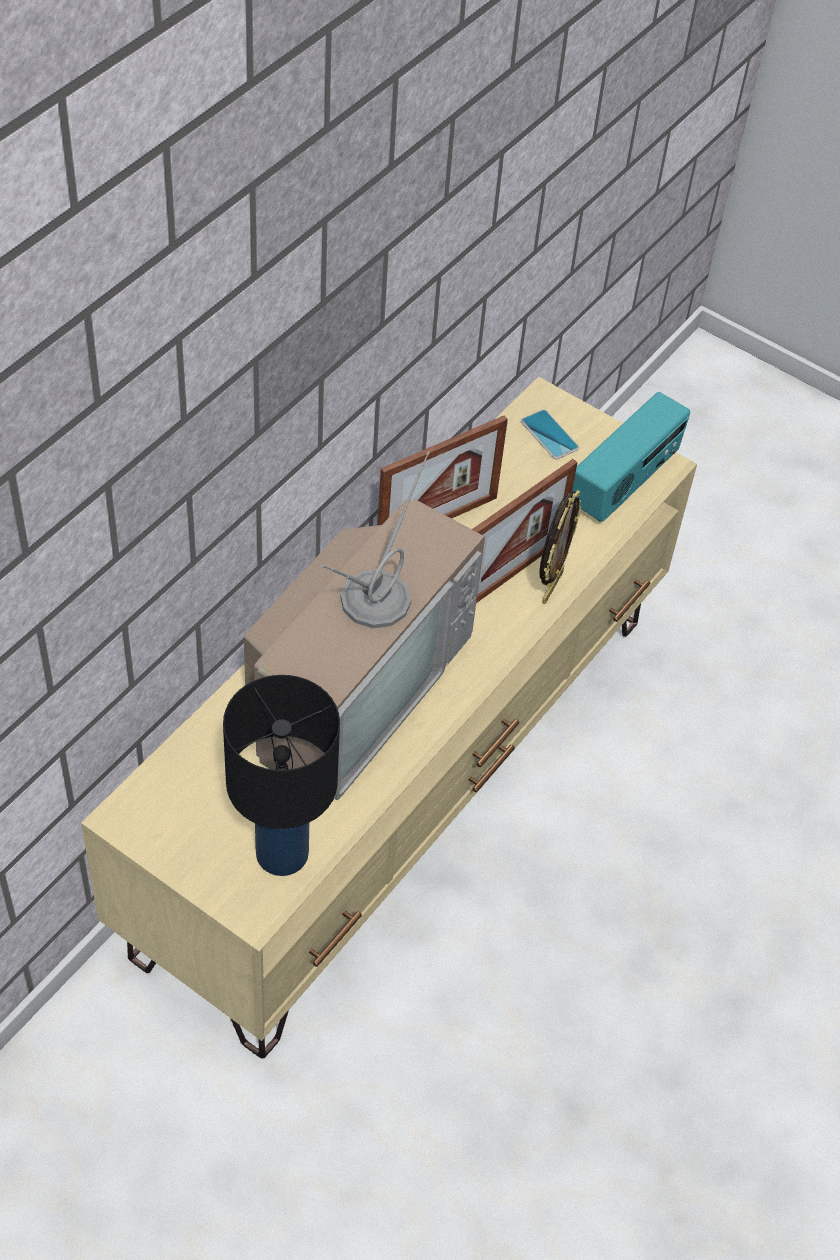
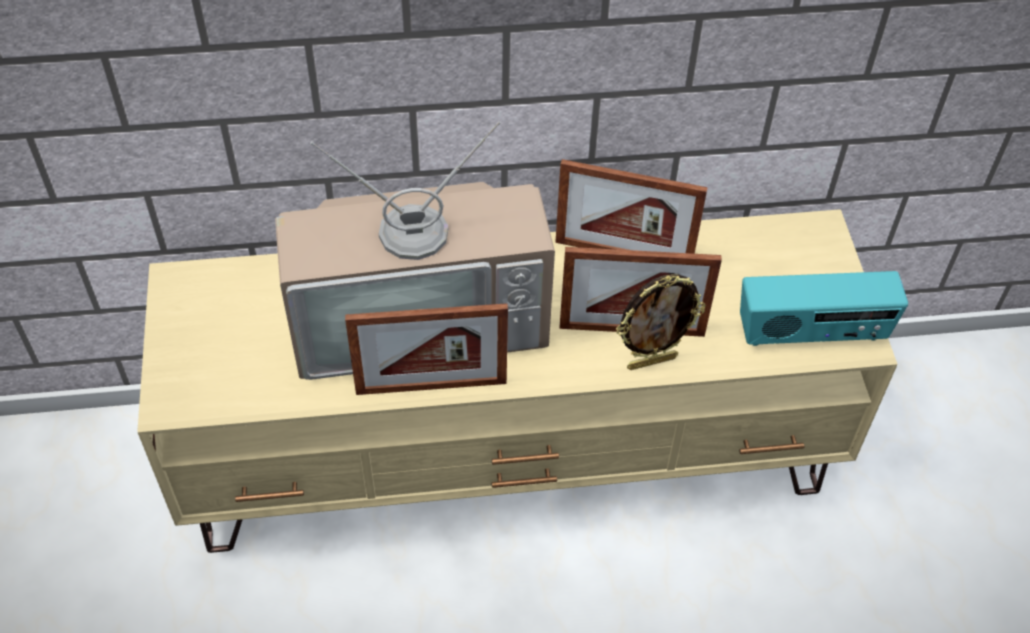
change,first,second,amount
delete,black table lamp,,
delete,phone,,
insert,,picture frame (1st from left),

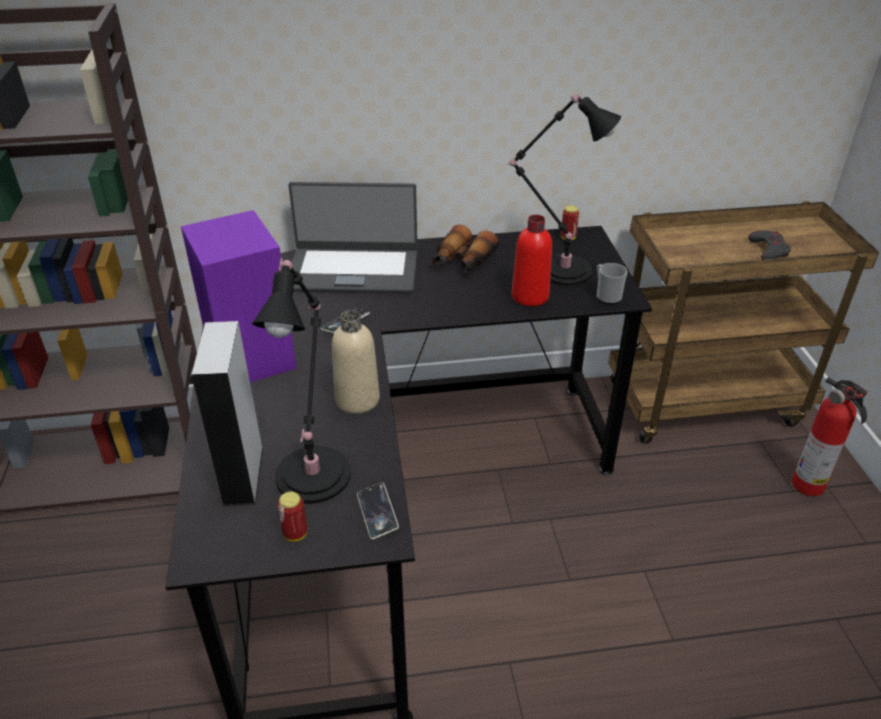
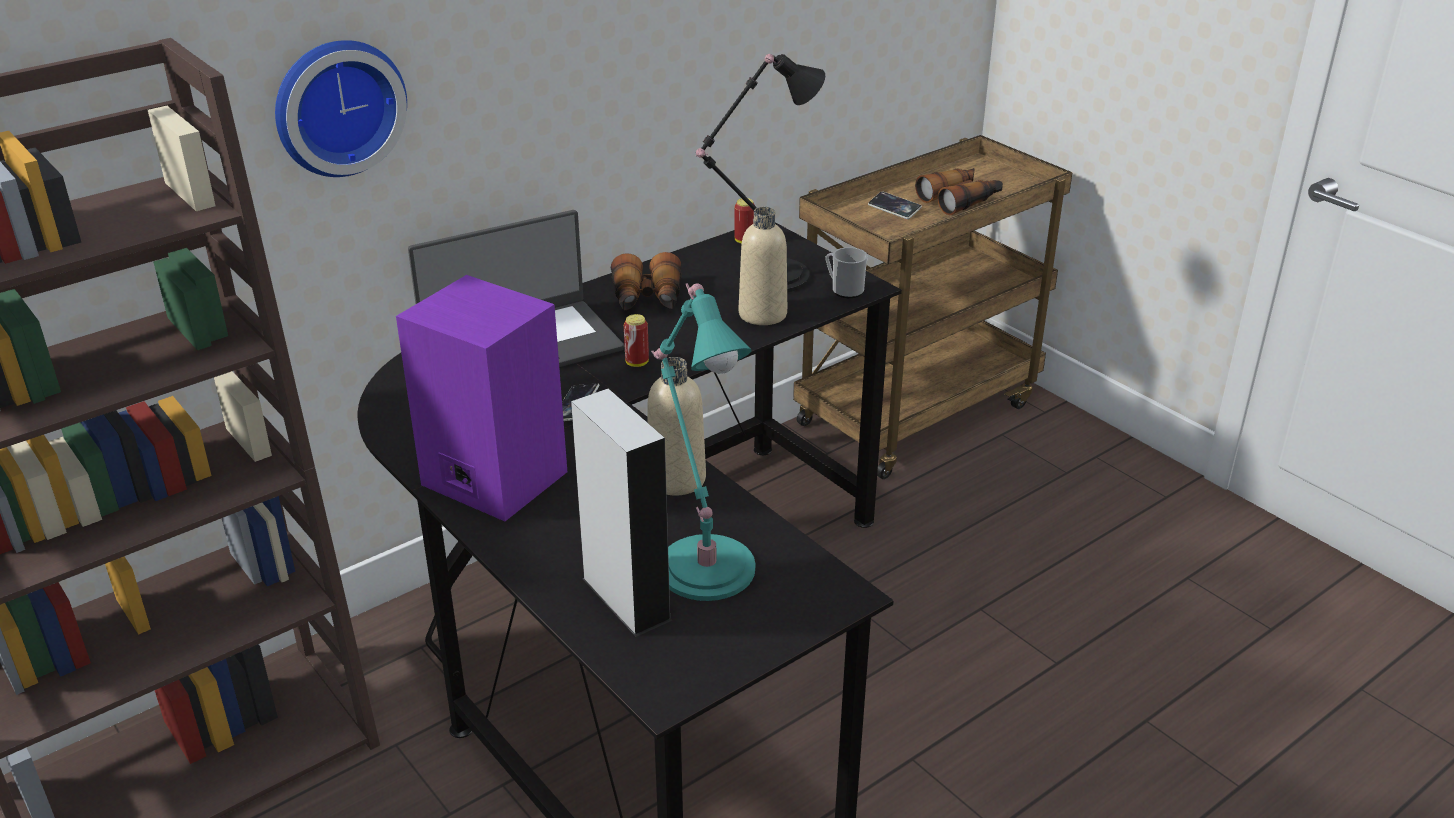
change,first,second,amount
delete,fire extinguisher,,
insert,,wall clock,
move,can (1st from left),,
move,phone (2nd from left),,
replace,grey game controller,binoculars (2nd from left),
recolor,black table lamp (1st from left),turquoise table lamp,
recolor,red bottle,beige bottle (2nd from left),

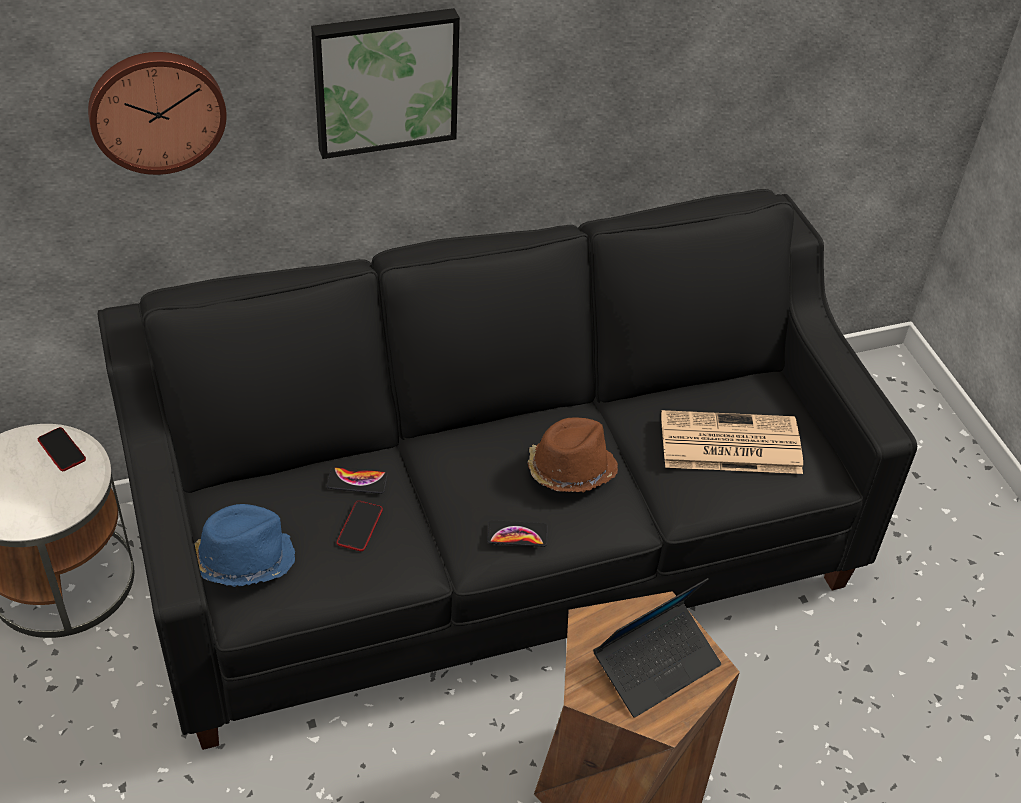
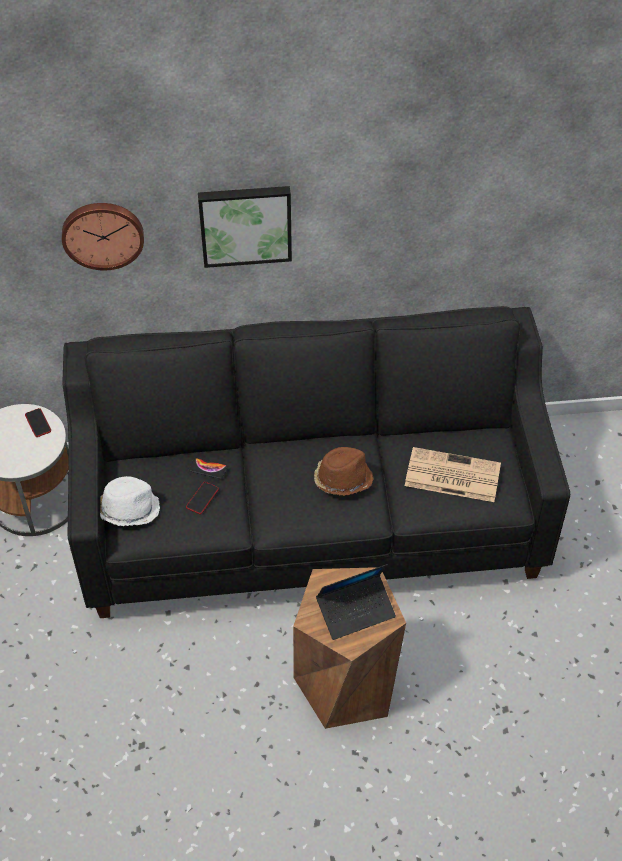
change,first,second,amount
delete,phone (4th from left),,
recolor,blue hat,white hat,

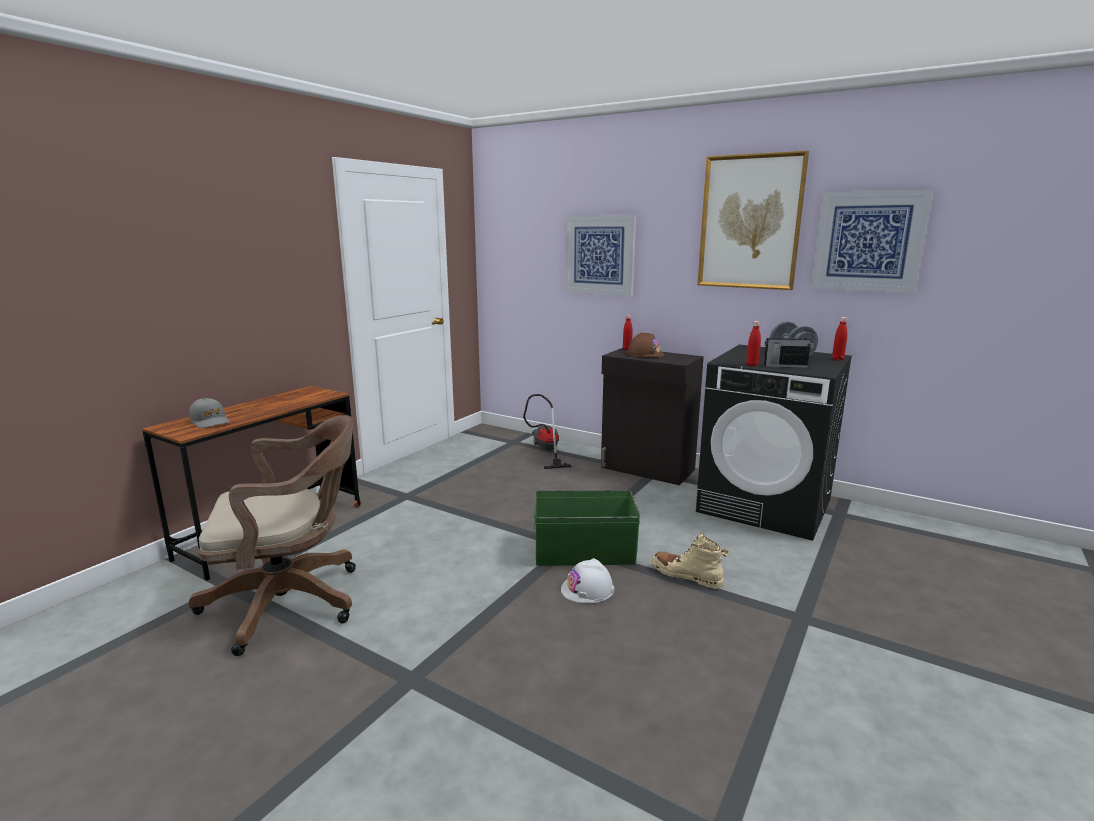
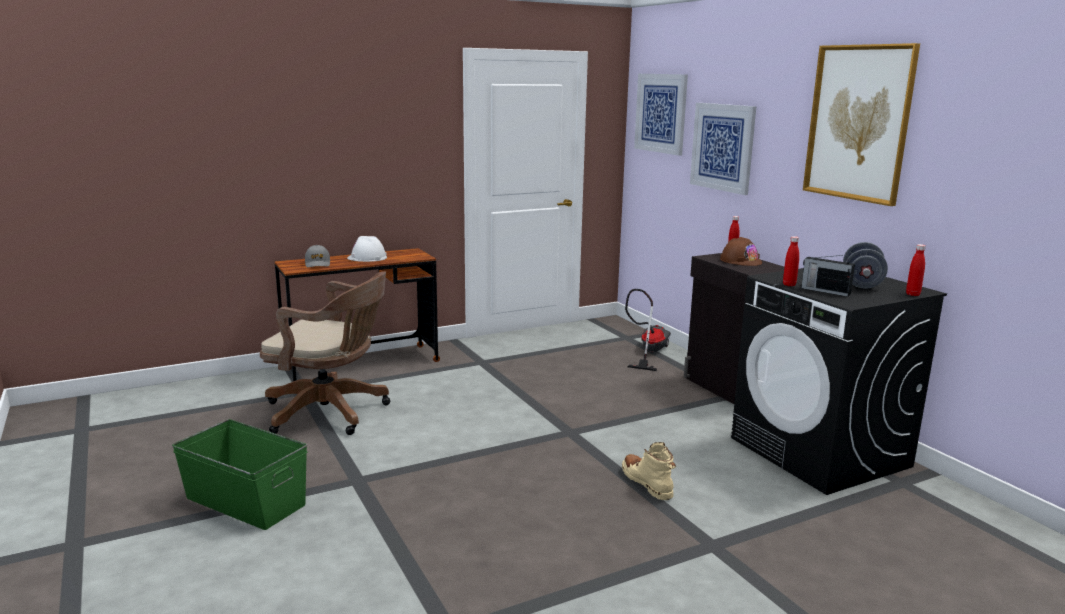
change,first,second,amount
move,green storage box,,
move,white hard hat,,
move,picture (3rd from left in the first image),picture (1st from left),

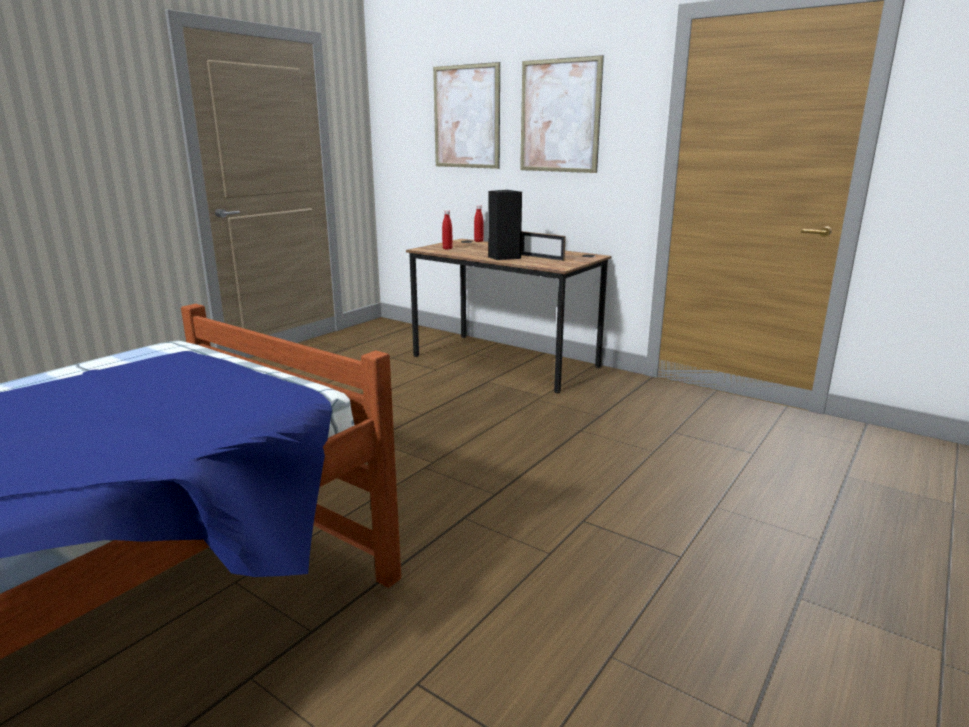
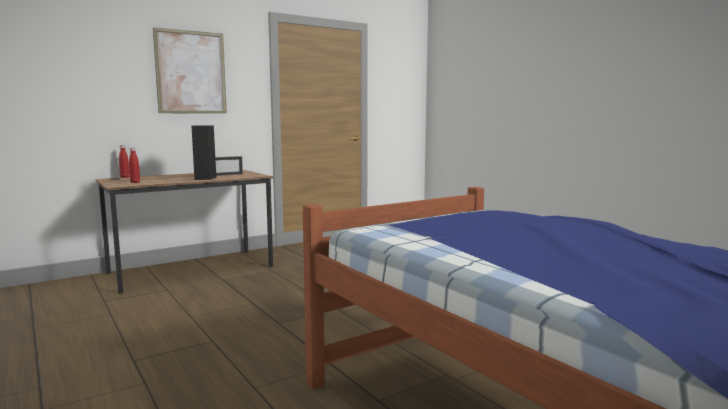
change,first,second,amount
delete,picture (1st from left),,

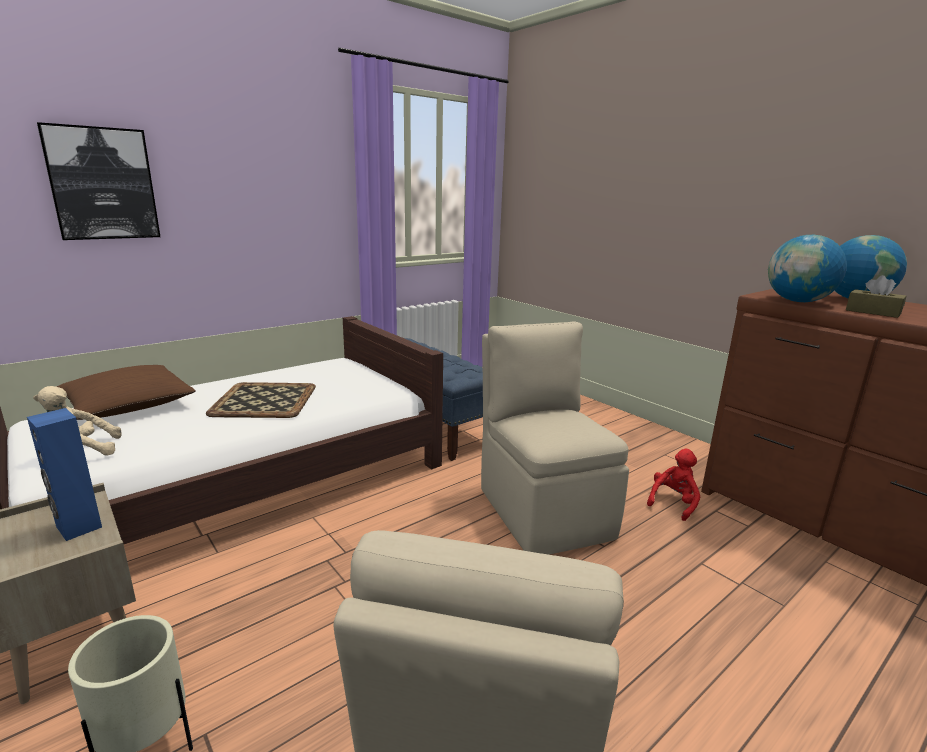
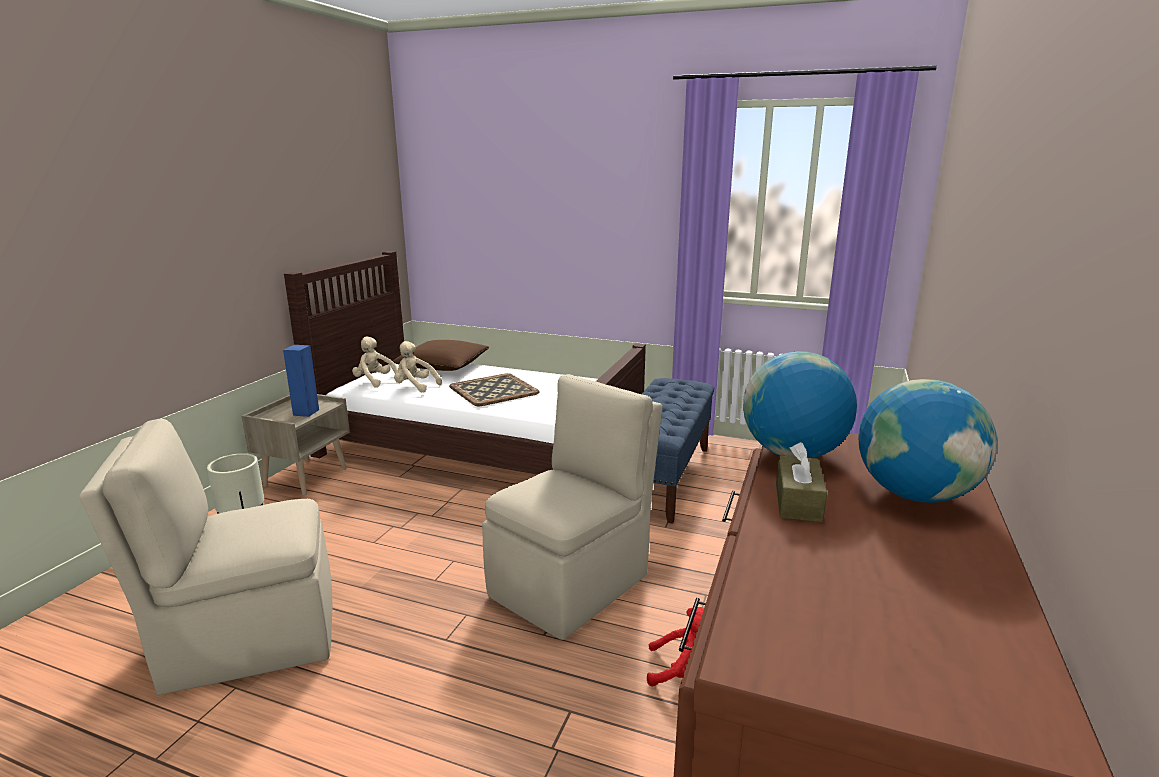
change,first,second,amount
delete,picture,,
insert,,beige plush toy (2nd from left),

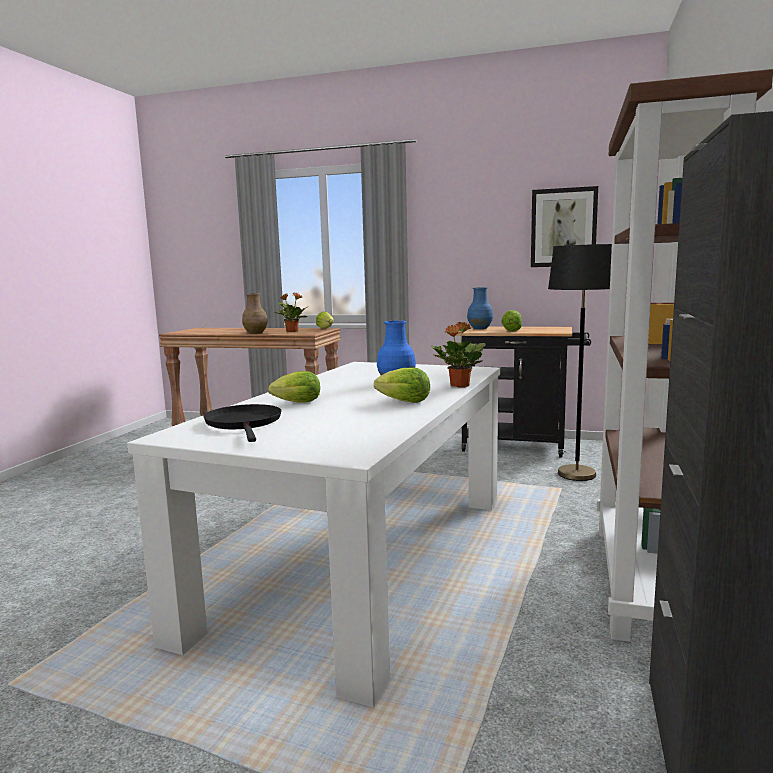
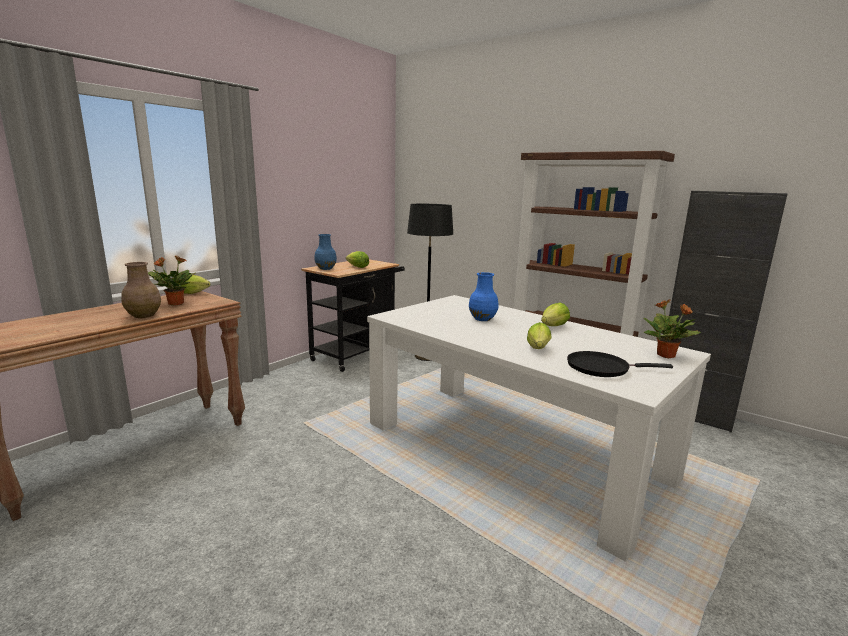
change,first,second,amount
delete,picture,,
move,potted plant (2nd from left),,

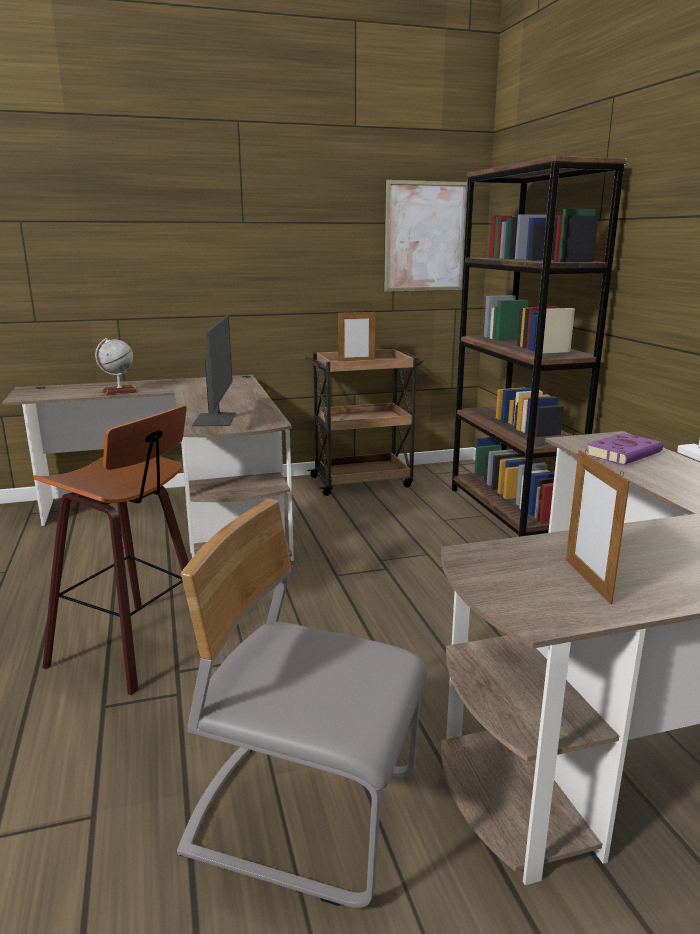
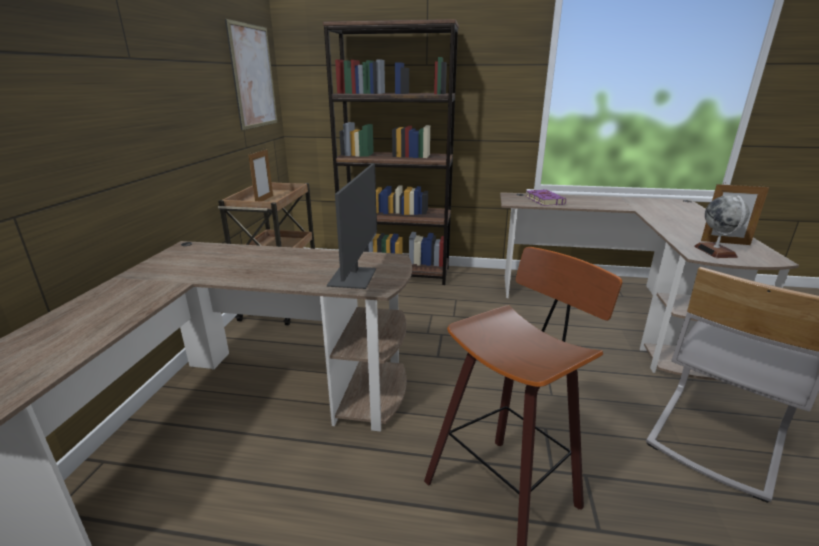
change,first,second,amount
move,globe,,
rotate,monitor,,75 degrees clockwise

